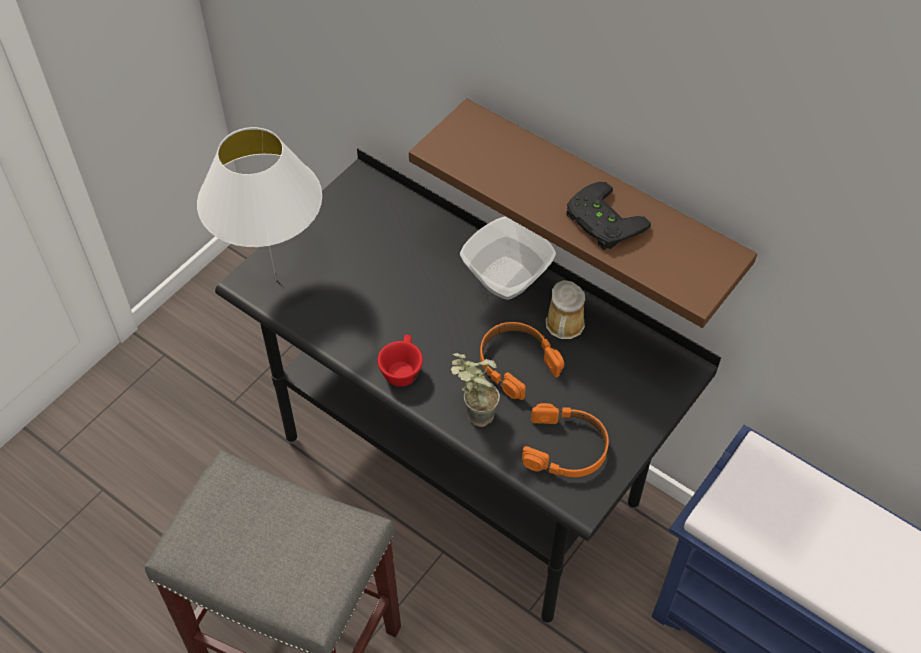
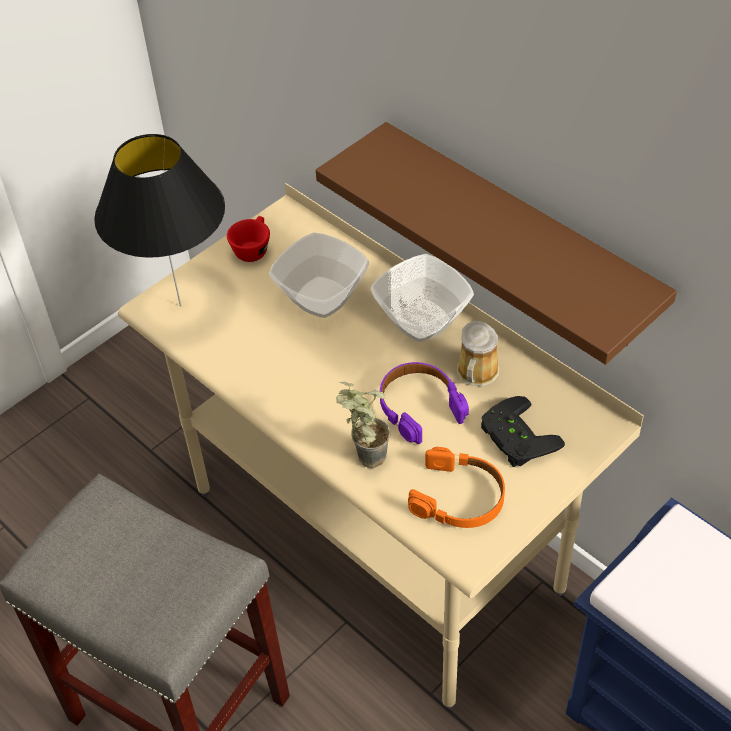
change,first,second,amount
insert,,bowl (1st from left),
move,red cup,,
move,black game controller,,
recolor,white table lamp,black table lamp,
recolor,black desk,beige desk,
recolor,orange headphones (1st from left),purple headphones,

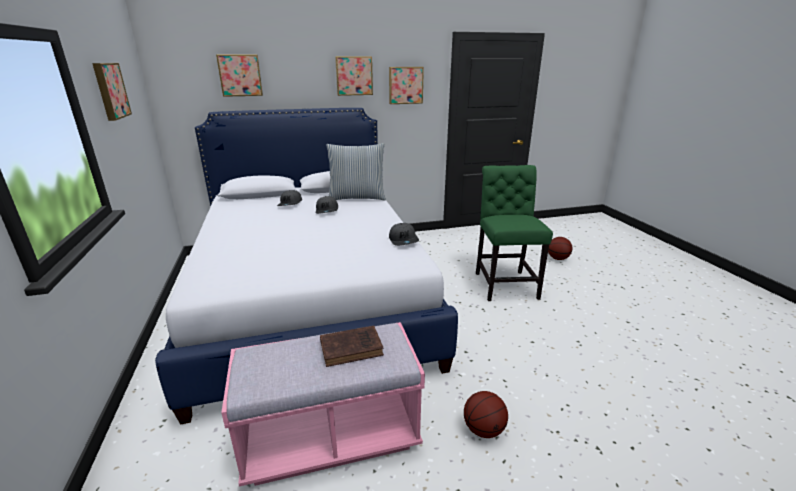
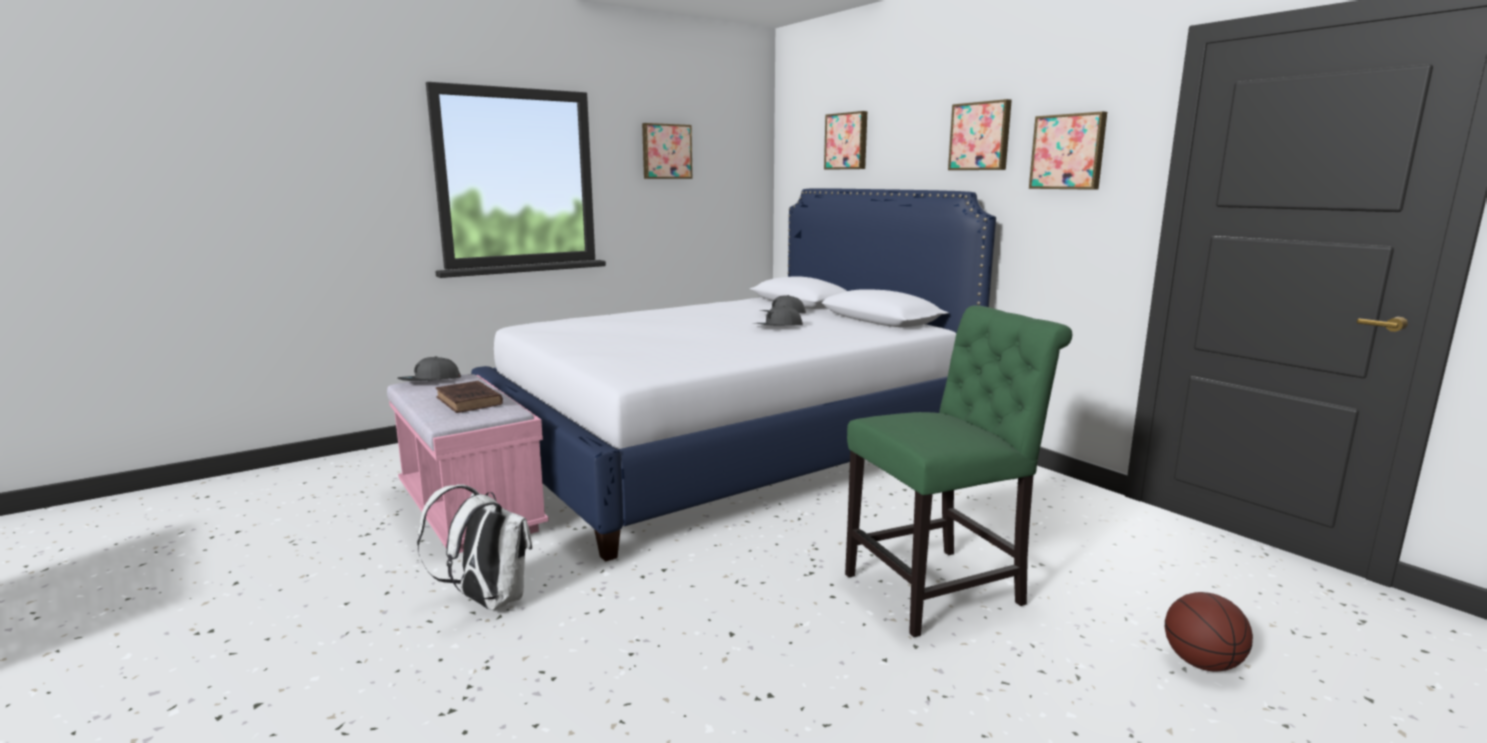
change,first,second,amount
delete,pillow,,
move,grey cap (3rd from left in the first image),grey cap (1st from left),
replace,basketball (1st from left),white backpack,

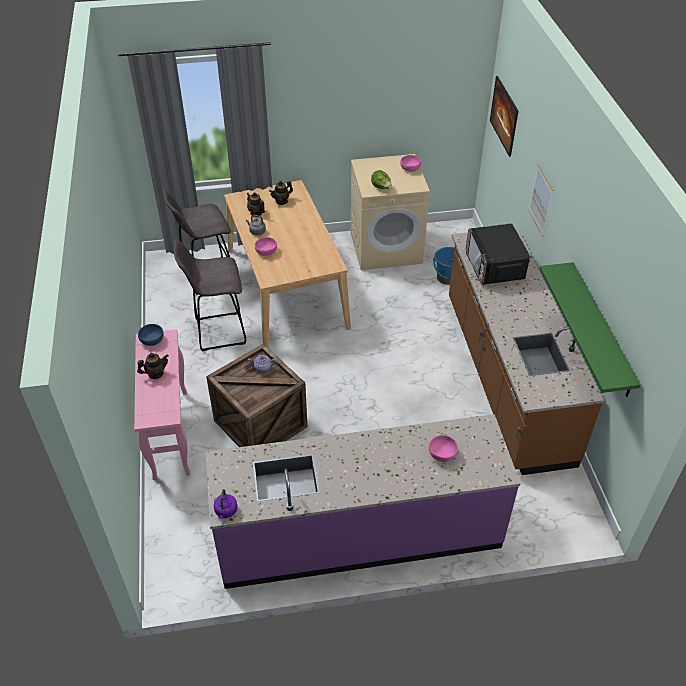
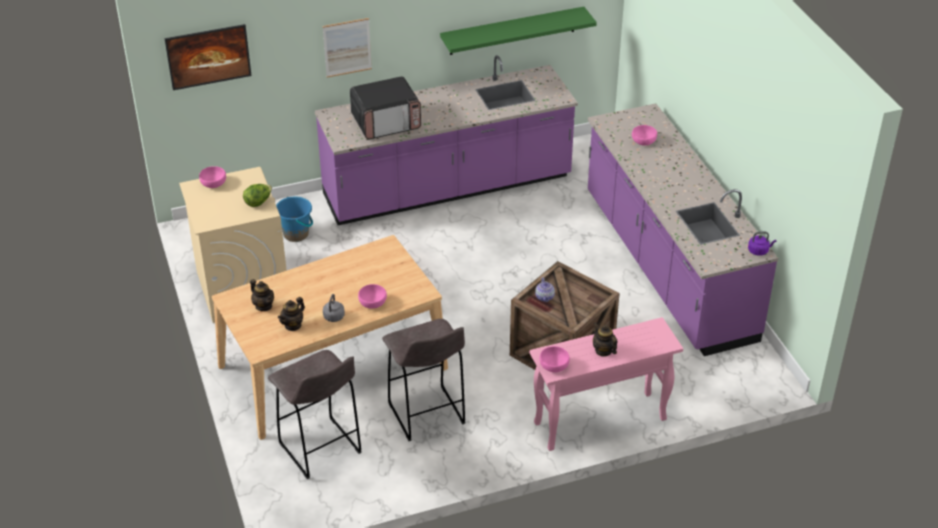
change,first,second,amount
recolor,blue bowl,pink bowl (3rd from left),
recolor,brown counter,purple counter (1st from left),

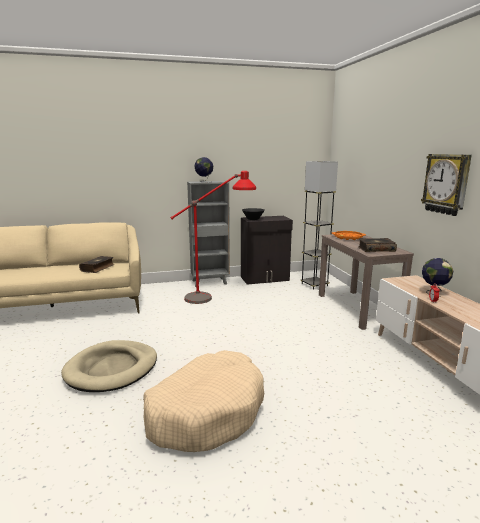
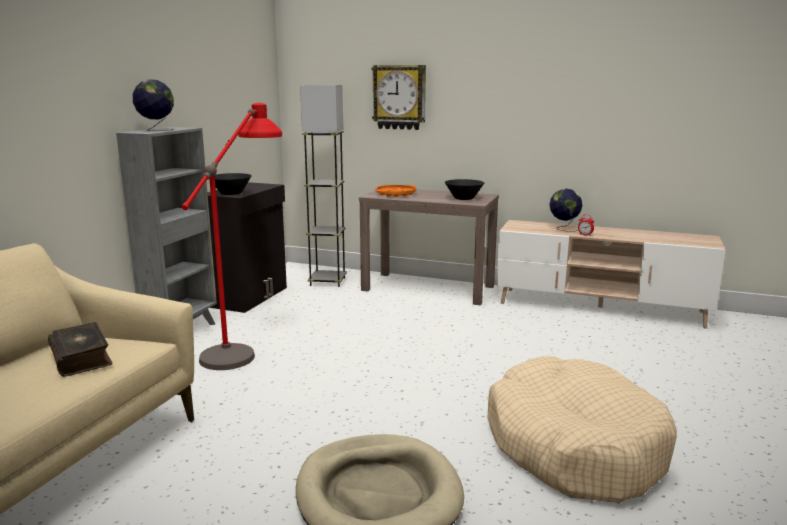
change,first,second,amount
move,wall clock,,
replace,book (2nd from left),black bowl (2nd from left),

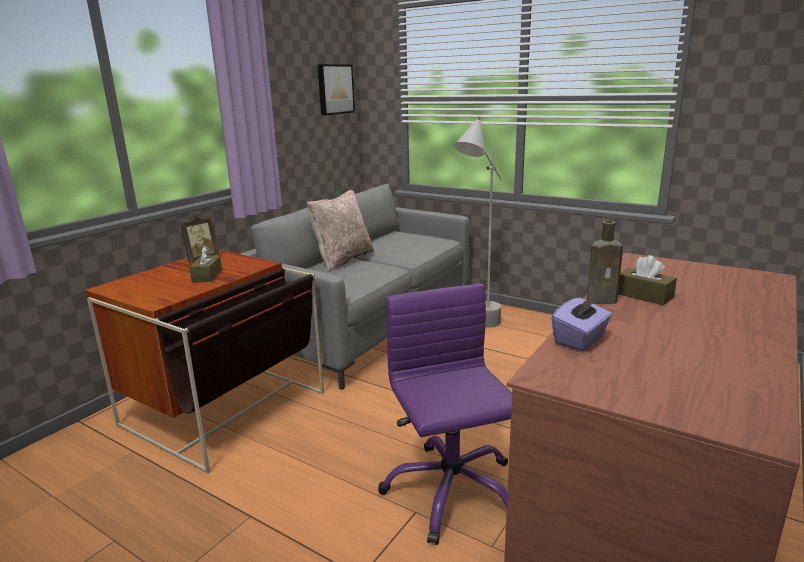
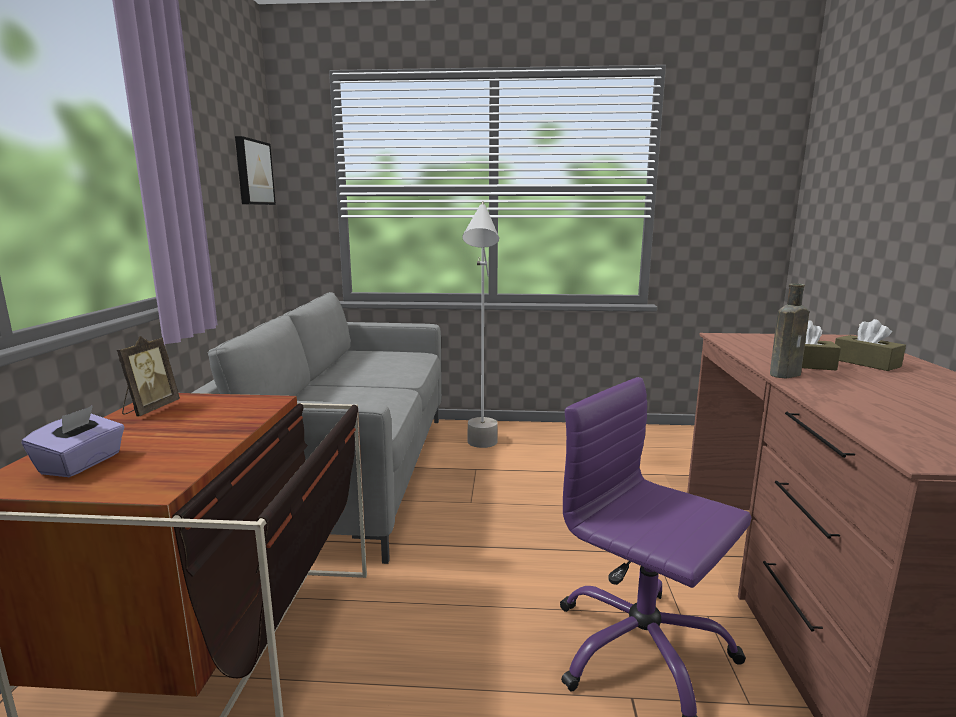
change,first,second,amount
delete,beige pillow,,
move,brown tissue box (1st from left in the first image),brown tissue box (2nd from left),
move,purple tissue box,,

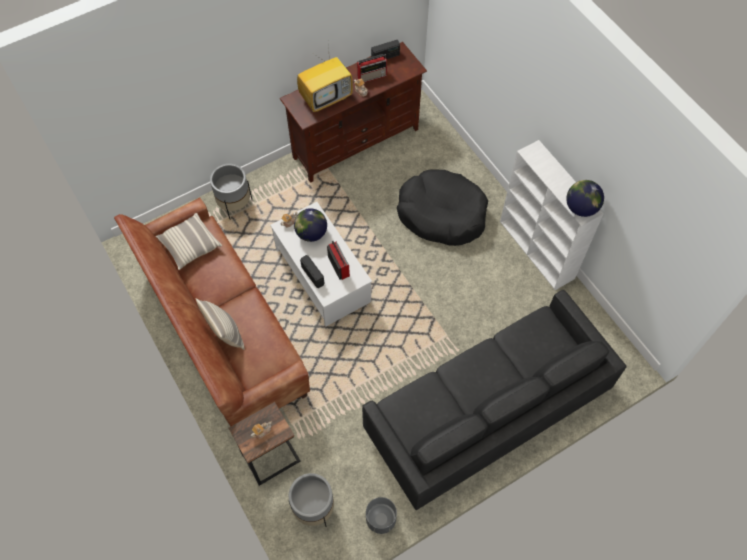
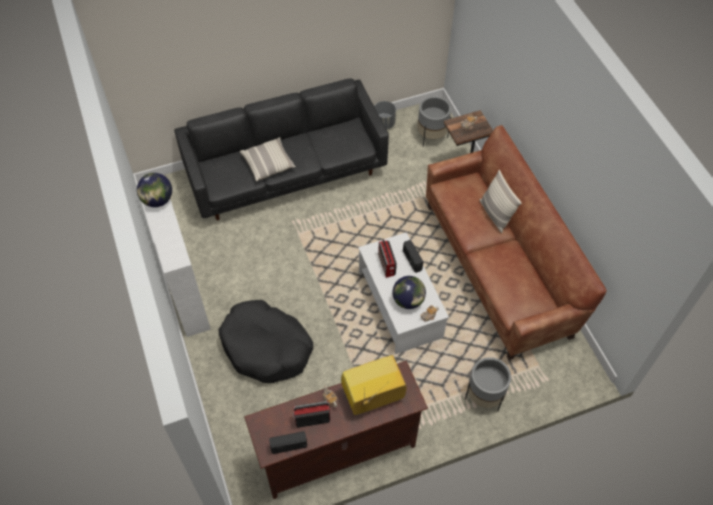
change,first,second,amount
move,pillow (1st from left),,

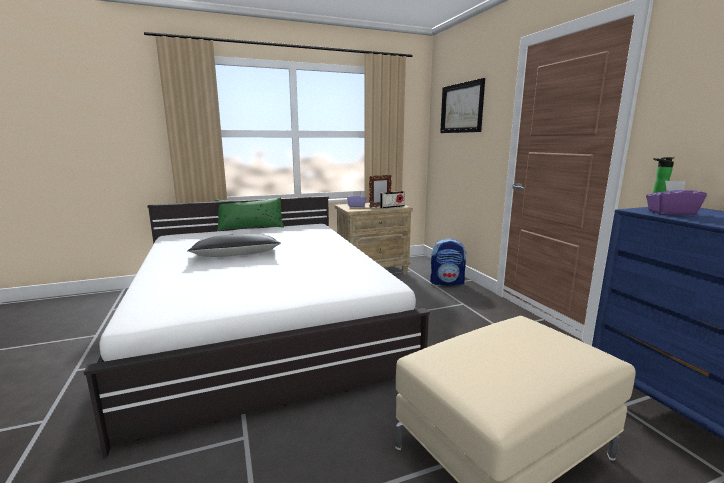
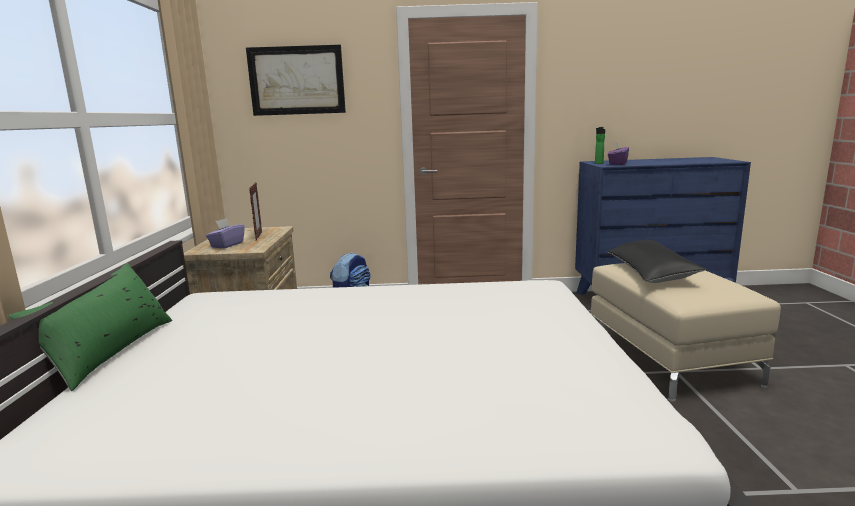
change,first,second,amount
delete,radio,,
move,black pillow,,

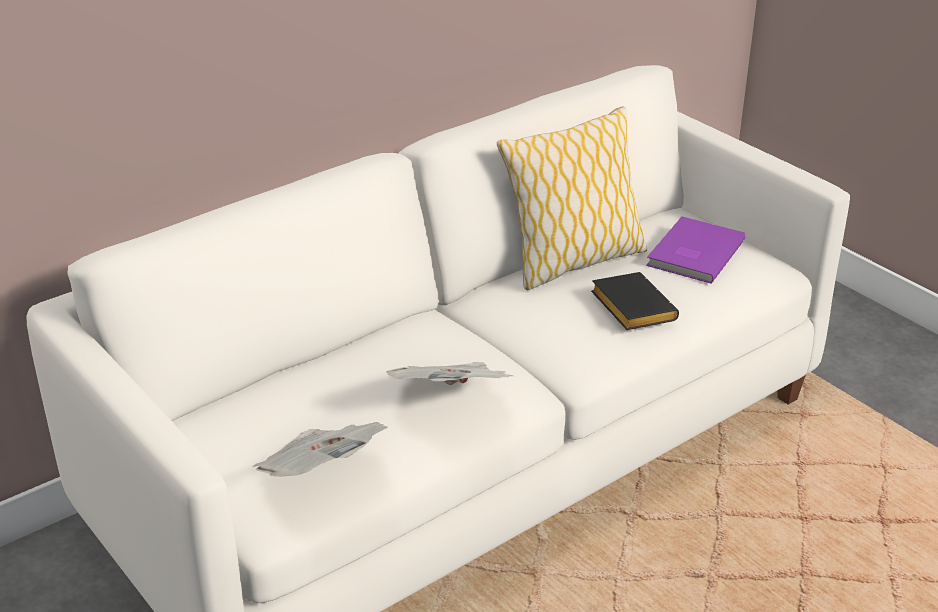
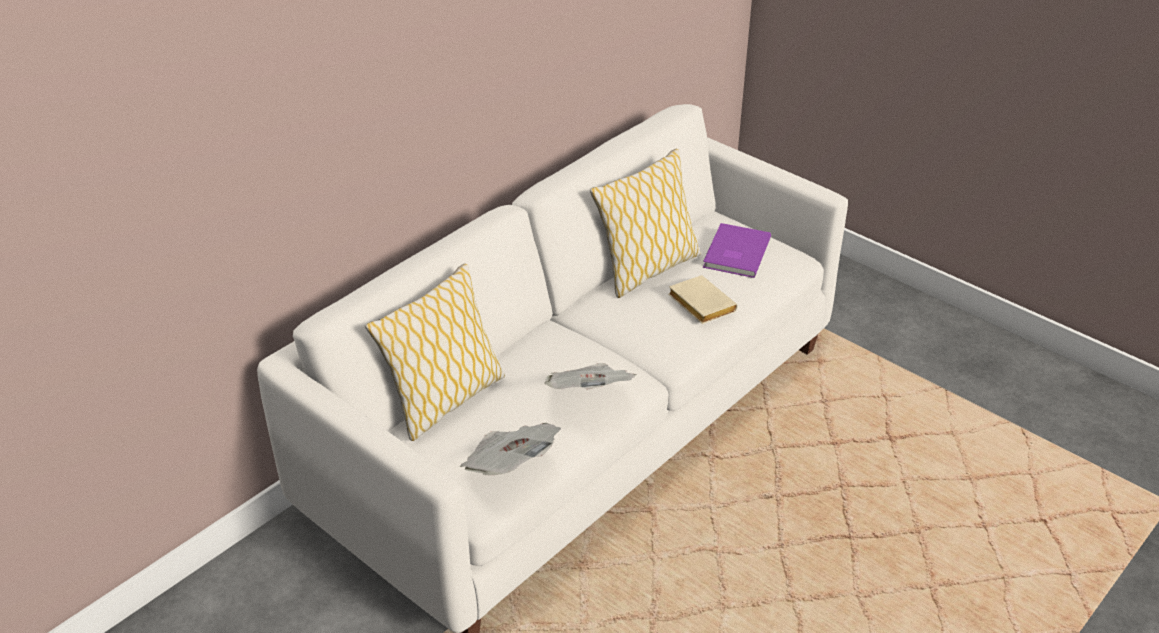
change,first,second,amount
insert,,pillow (1st from left),
recolor,black book,beige book,

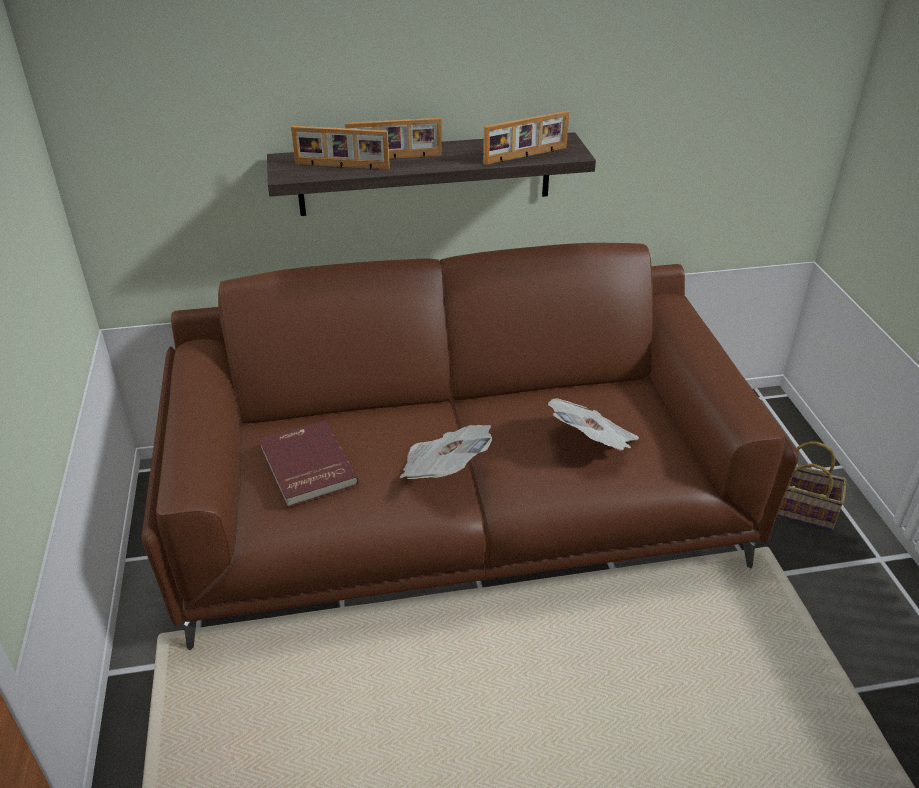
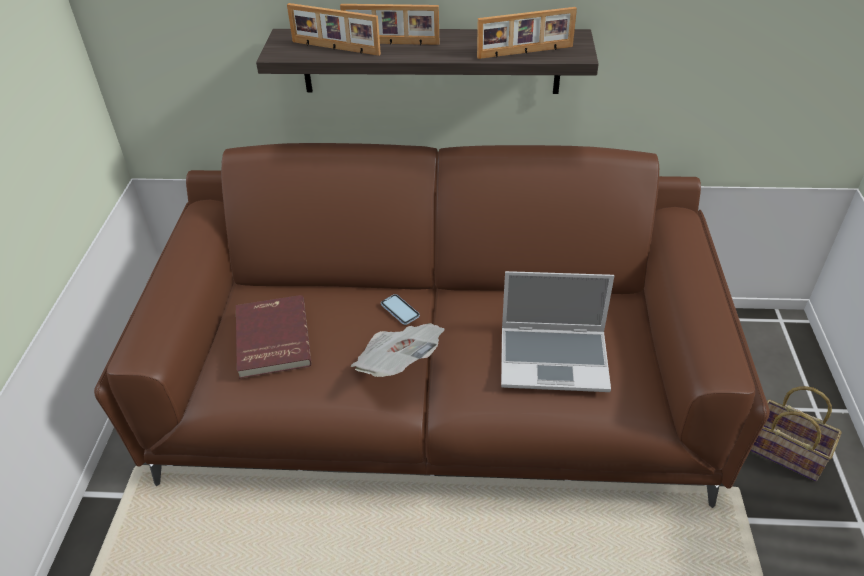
change,first,second,amount
insert,,phone,
replace,newspaper (2nd from left),laptop,

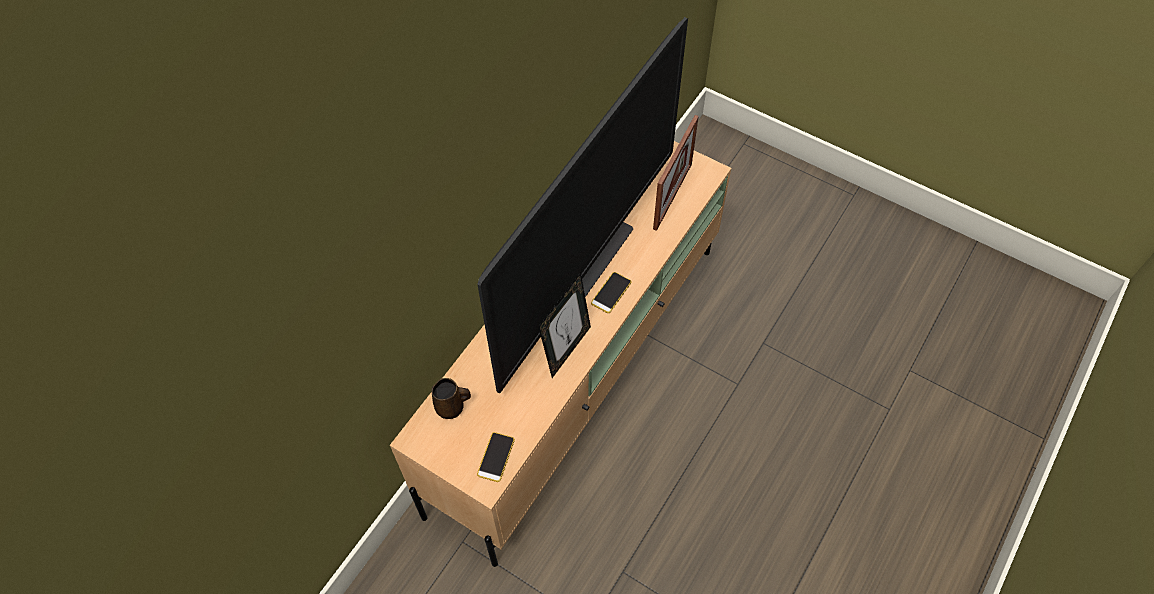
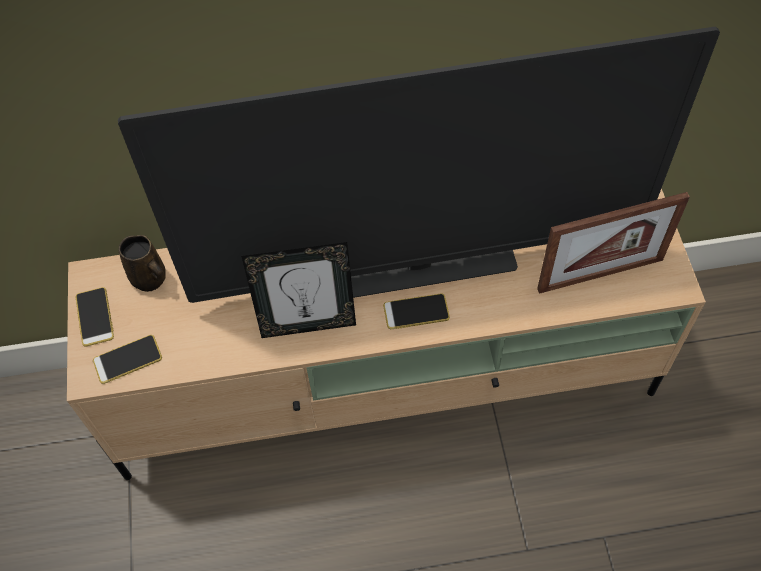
change,first,second,amount
insert,,phone (1st from left),

